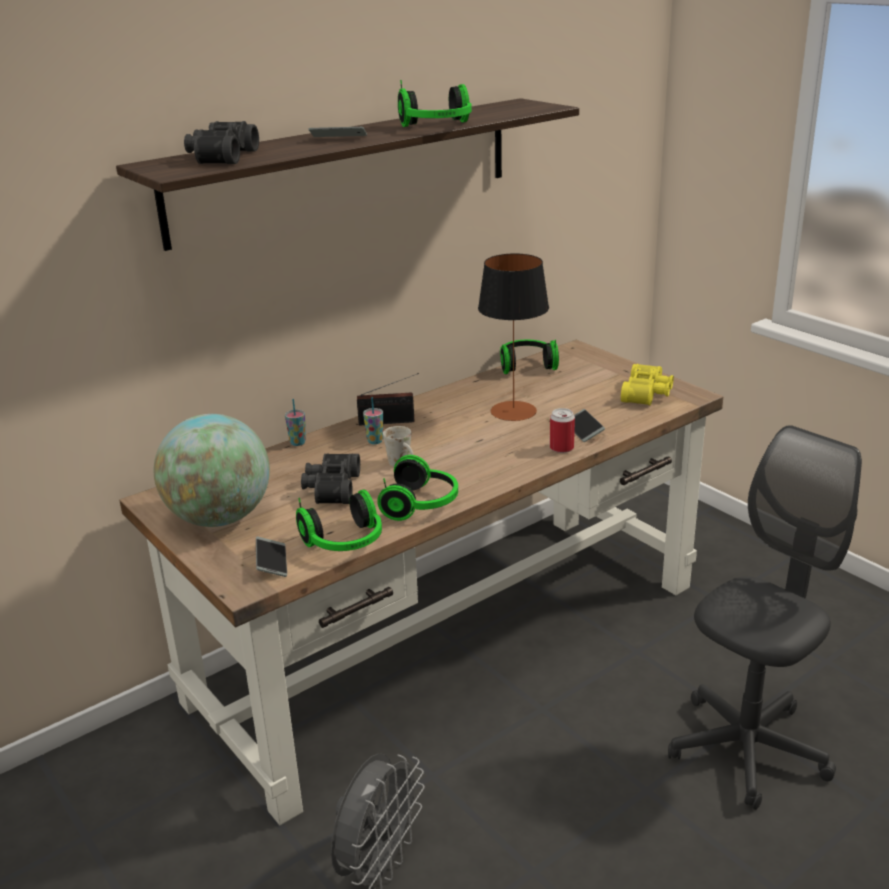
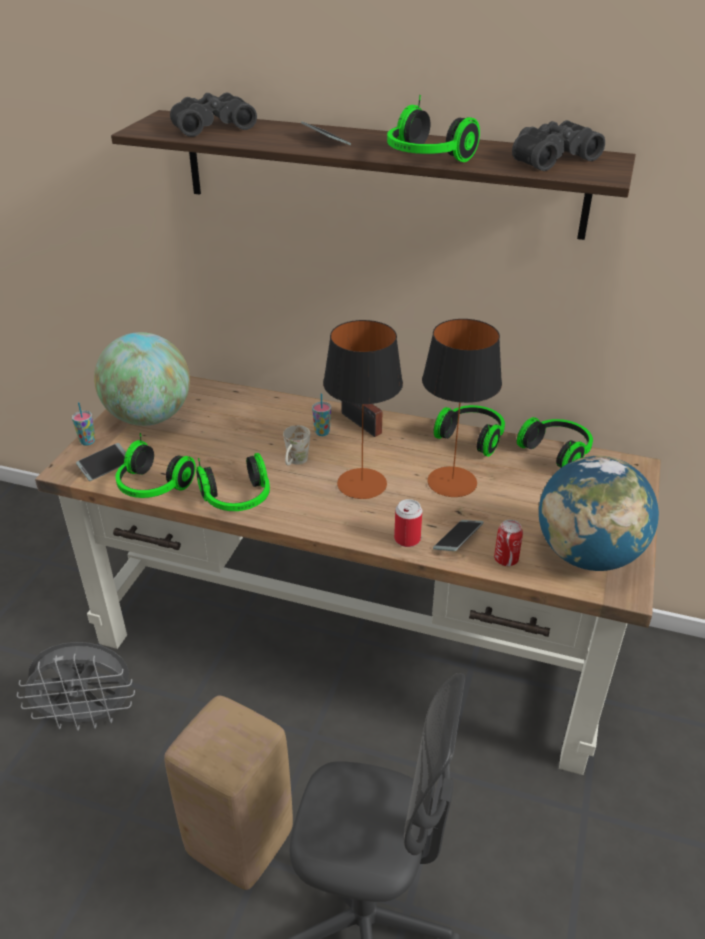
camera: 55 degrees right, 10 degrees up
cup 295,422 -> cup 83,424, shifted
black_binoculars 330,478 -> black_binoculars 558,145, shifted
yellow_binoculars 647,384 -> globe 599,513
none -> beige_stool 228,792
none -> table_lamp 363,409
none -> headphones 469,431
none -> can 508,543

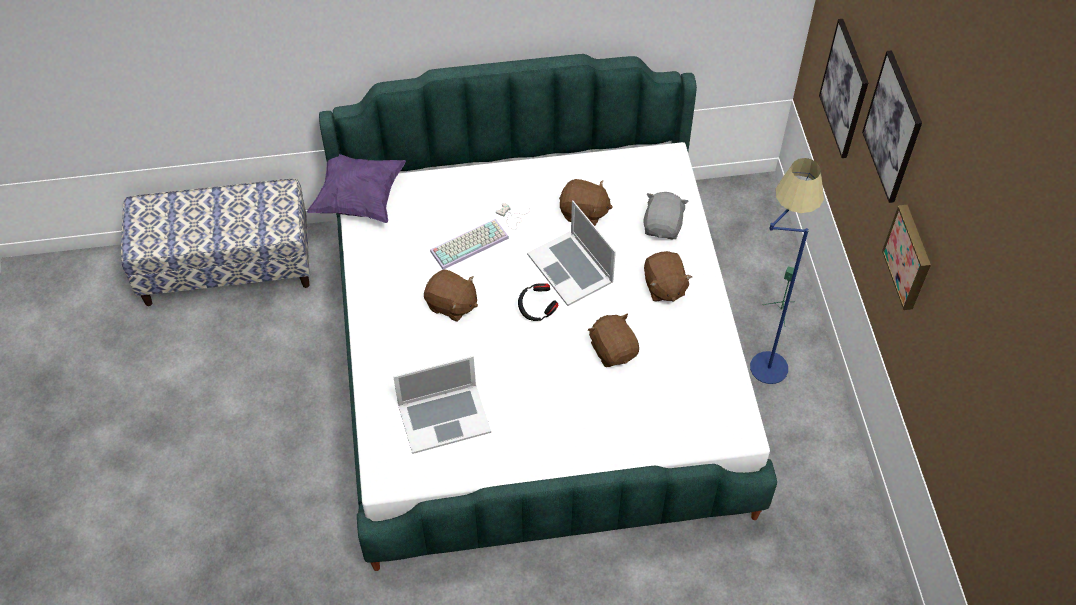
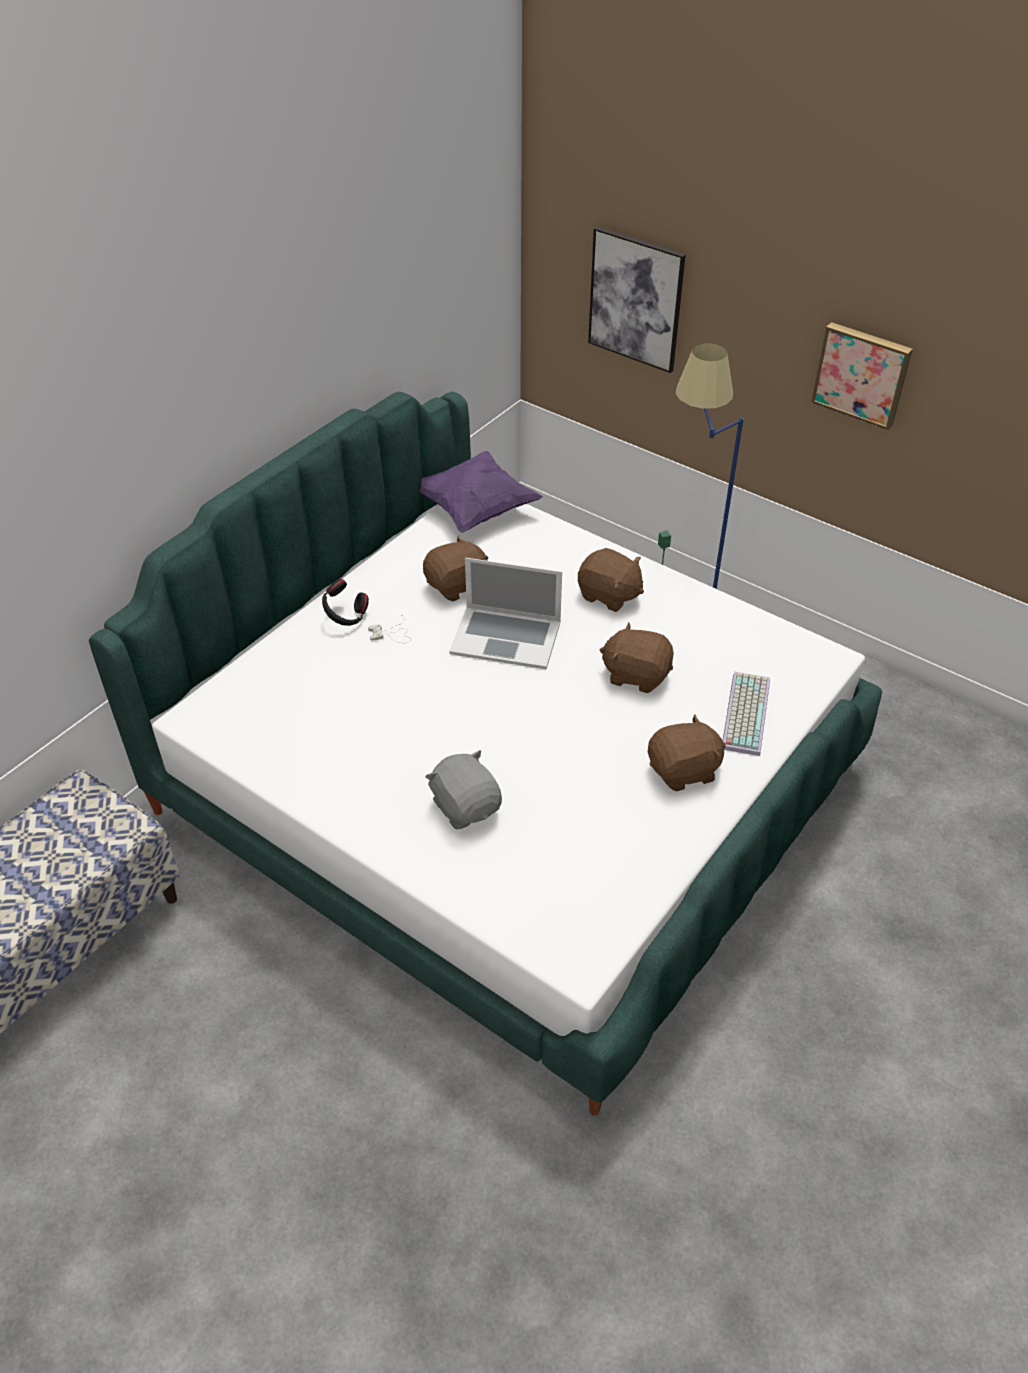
camera: 45 degrees left, 10 degrees down
purple_pillow 356,188 -> purple_pillow 481,492, shifted
laptop 442,405 -> none
brown_plush_toy 451,295 -> brown_plush_toy 687,752, shifted
keyboard 469,244 -> keyboard 746,714, shifted
black_headphones 538,302 -> black_headphones 345,602, shifted
grey_plush_toy 666,215 -> grey_plush_toy 463,789, shifted
picture 892,126 -> none

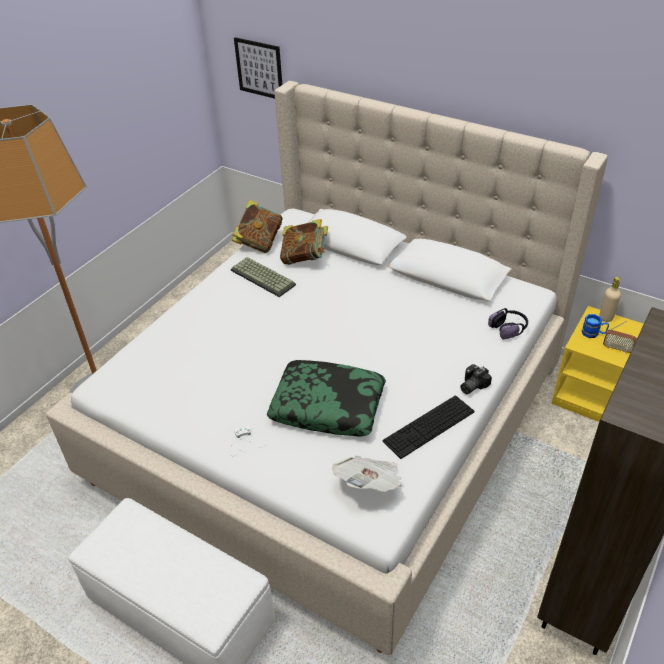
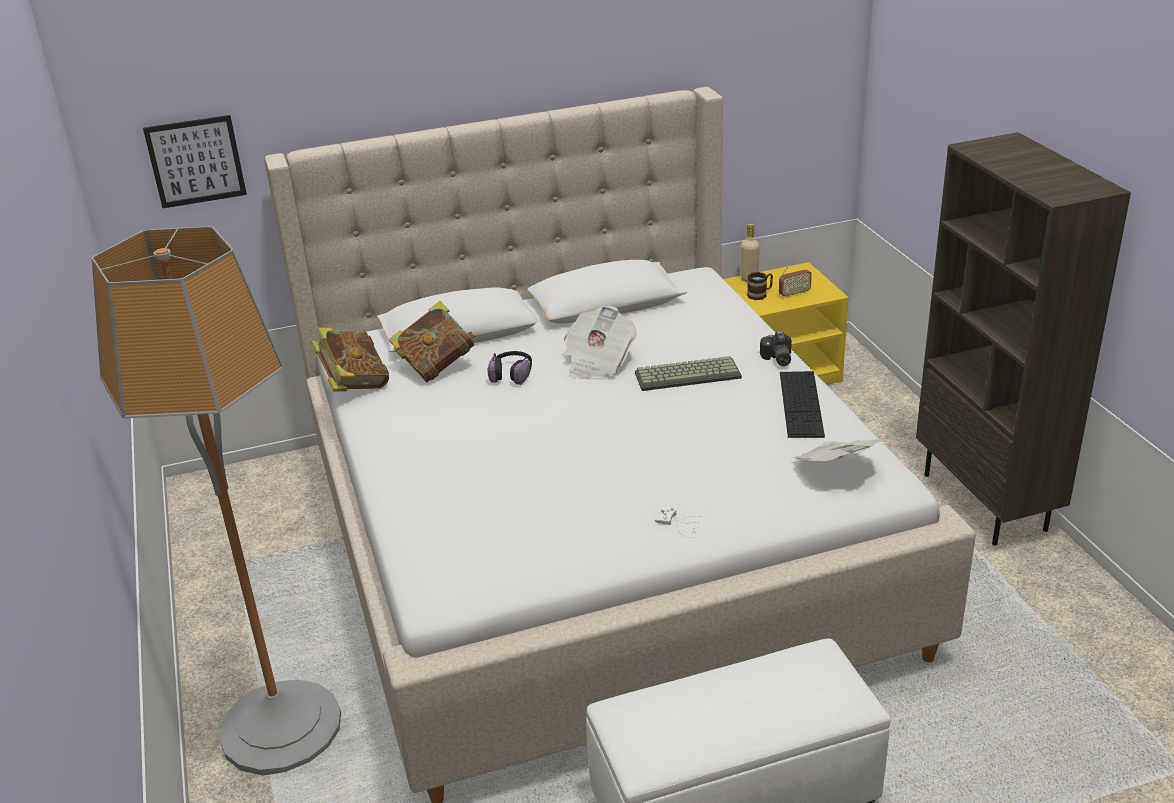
camera: 50 degrees left, 10 degrees down
keyboard 263,277 -> keyboard 688,373, shifted
pillow 326,398 -> none
headphones 508,324 -> headphones 509,368, shifted
blue_mug 595,326 -> brown_mug 760,286
none -> newspaper 600,342

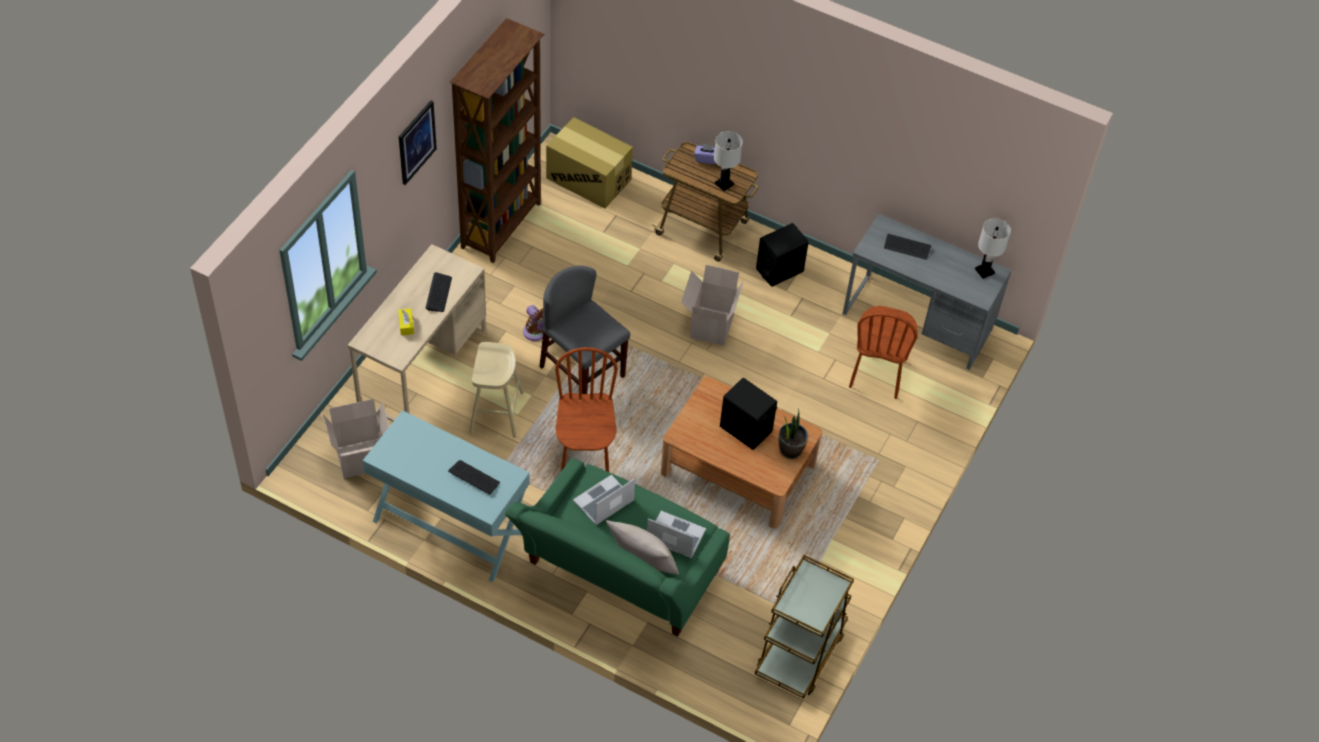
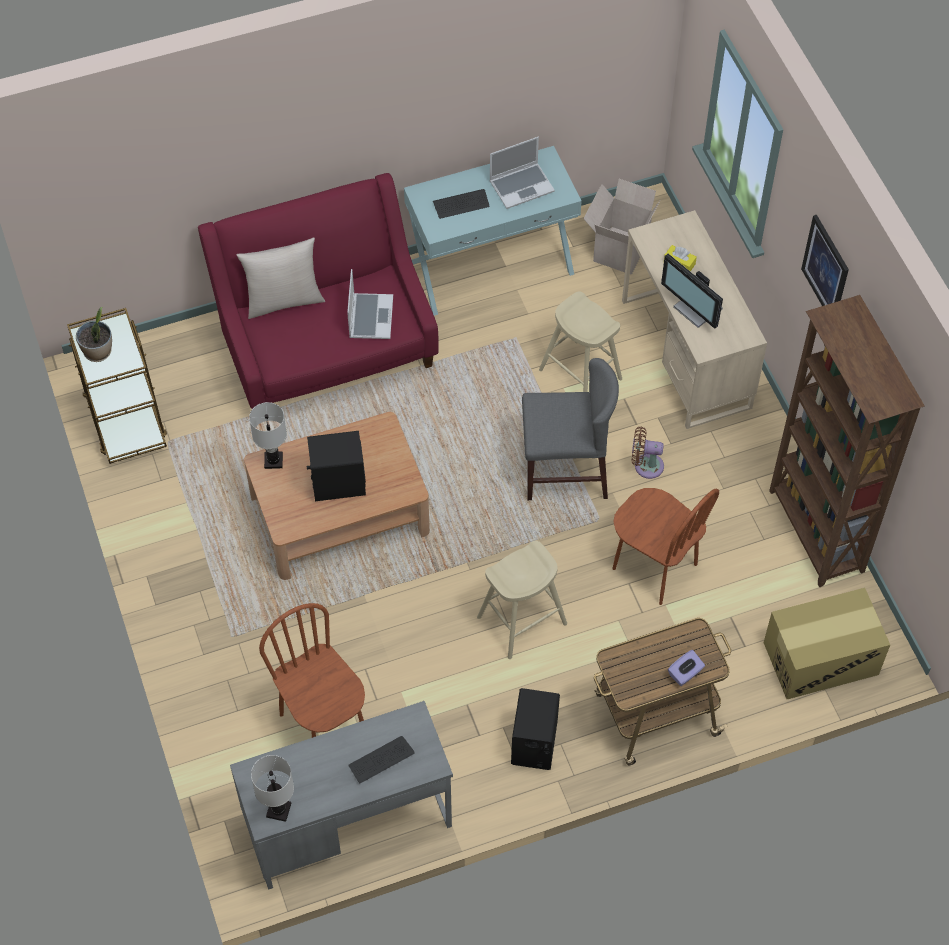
camera: 135 degrees right, 5 degrees up
keyboard 439,292 -> monitor 692,291
green_sofa 617,547 -> red_sofa 318,291
brown_chair 586,409 -> brown_chair 665,546, shifted
laptop 676,534 -> laptop 522,173, shifted
cardboard_box 712,305 -> beige_stool 522,600
white_table_lamp 728,161 -> white_table_lamp 268,435, shifted
potted_plant 793,434 -> potted_plant 94,334, shifted

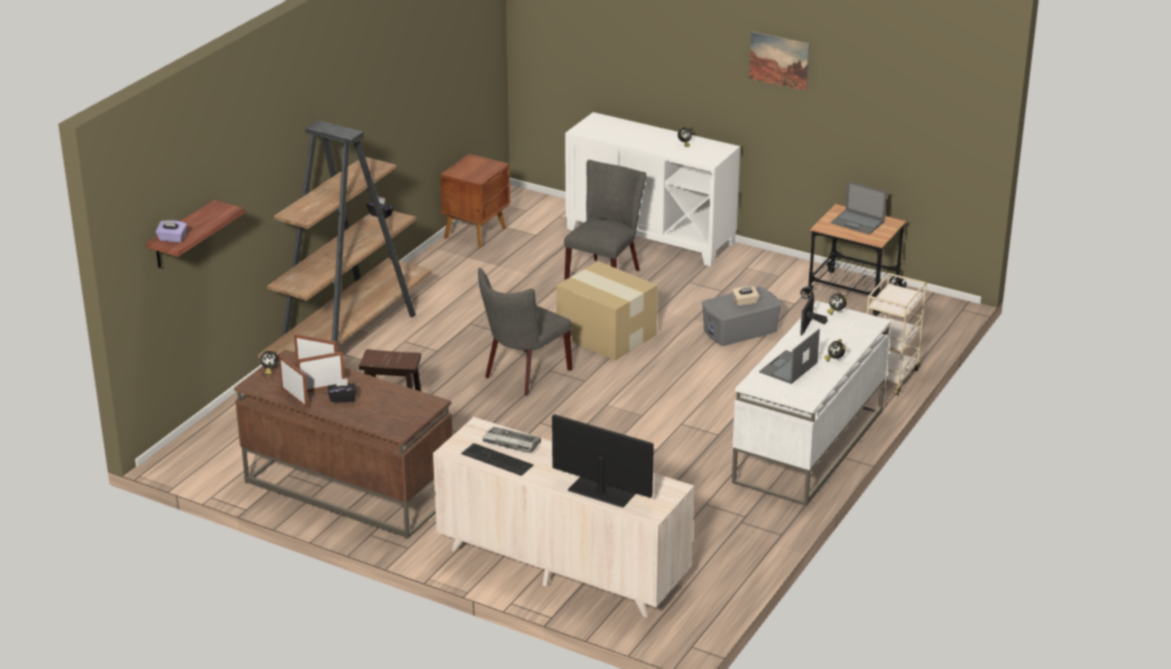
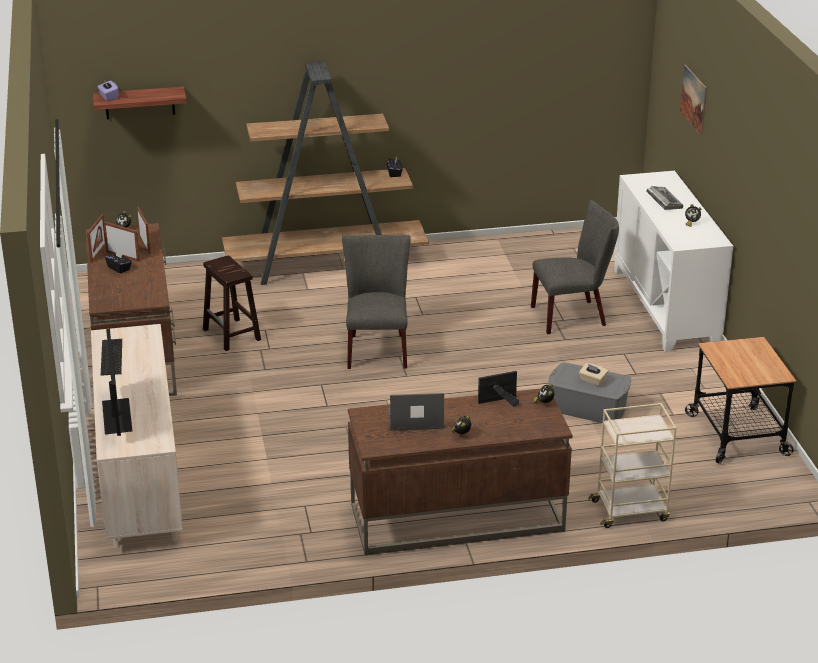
camera: 50 degrees right, 0 degrees up
brown_nightstand 475,201 -> none
grey_chair 525,332 -> grey_chair 376,302, 90 degrees clockwise
keyboard 512,440 -> keyboard 665,198, shifted
cardboard_box 607,311 -> none
white_desk 811,403 -> brown_desk 460,472
picture 779,61 -> picture 693,100, shifted
laptop 859,208 -> none

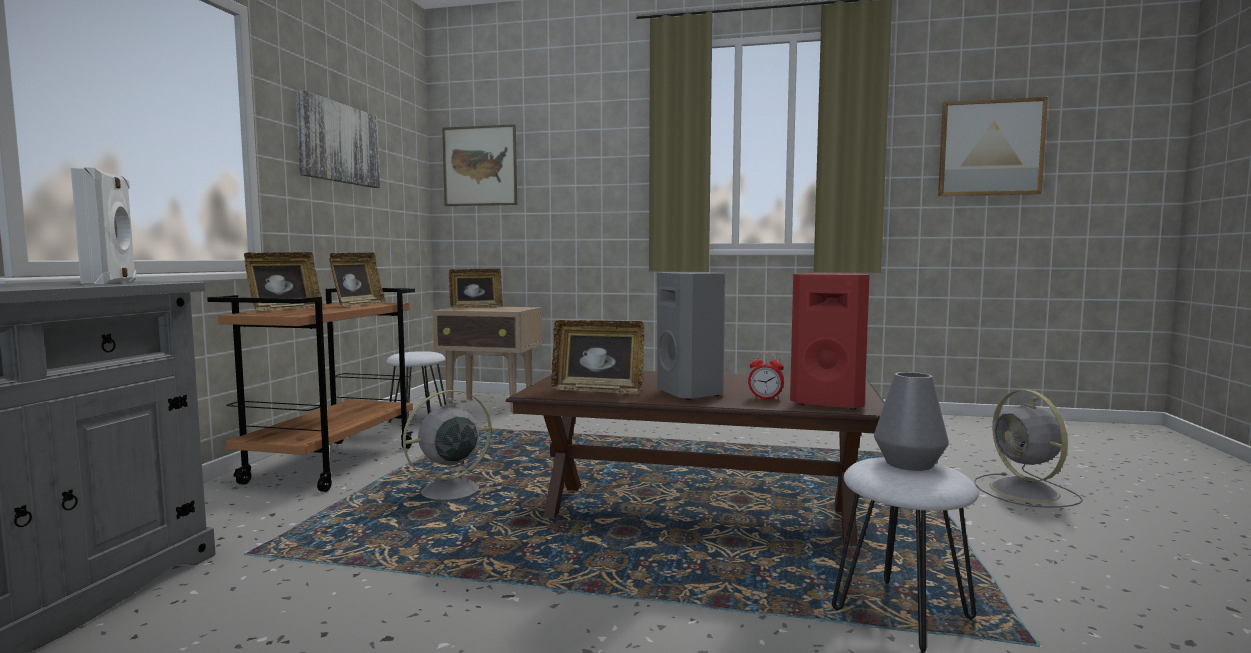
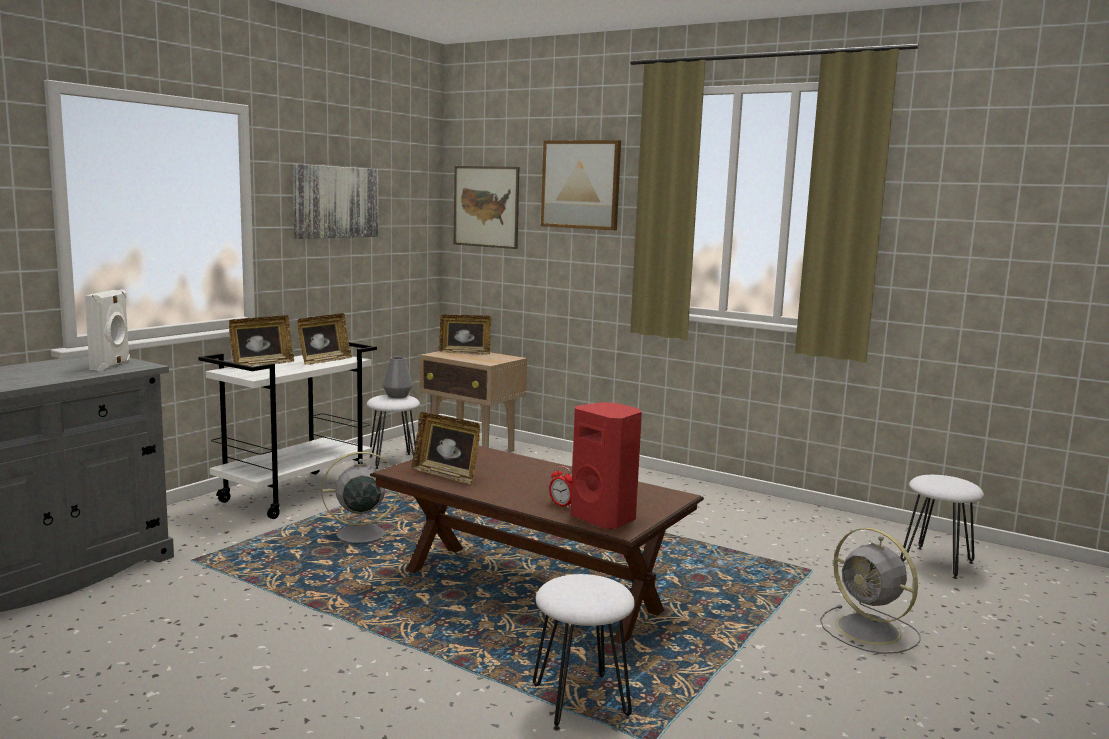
camera: 20 degrees right, 5 degrees up
brown_cart 311,390 -> white_cart 287,430
grey_speaker 691,336 -> none
grey_vase 911,421 -> grey_vase 398,377, shifted
picture 993,146 -> picture 581,185, shifted
grey_fan 1028,449 -> grey_fan 870,591, 45 degrees counterclockwise
none -> white_stool 942,527

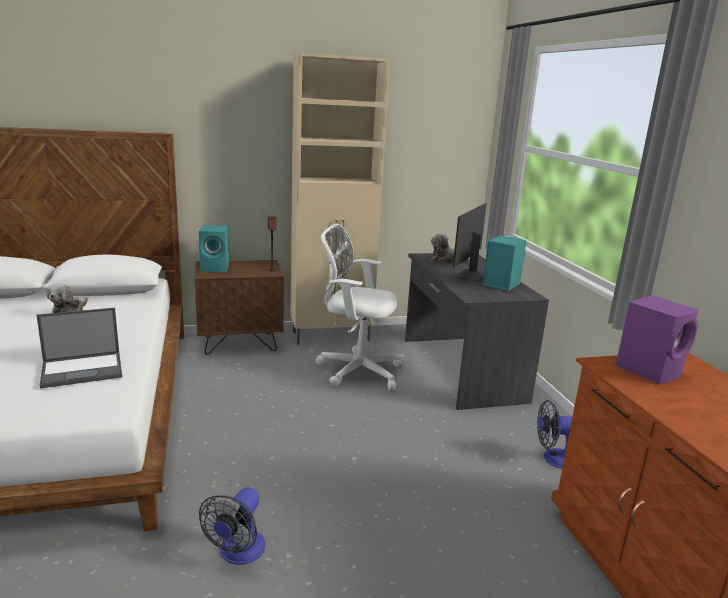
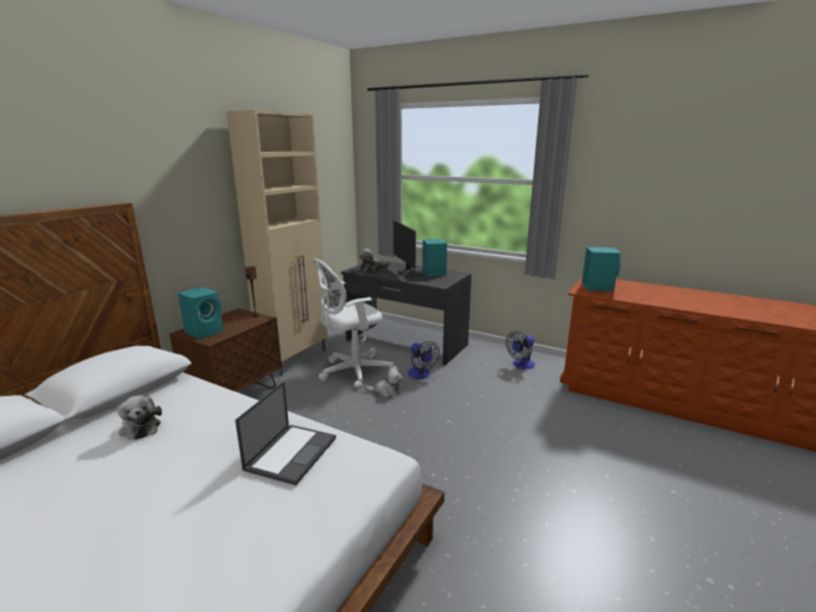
camera: 45 degrees left, 0 degrees up
fan 232,526 -> fan 424,360, shifted
purple_speaker 657,340 -> turquoise_speaker 601,269
none -> plush_toy 384,383

